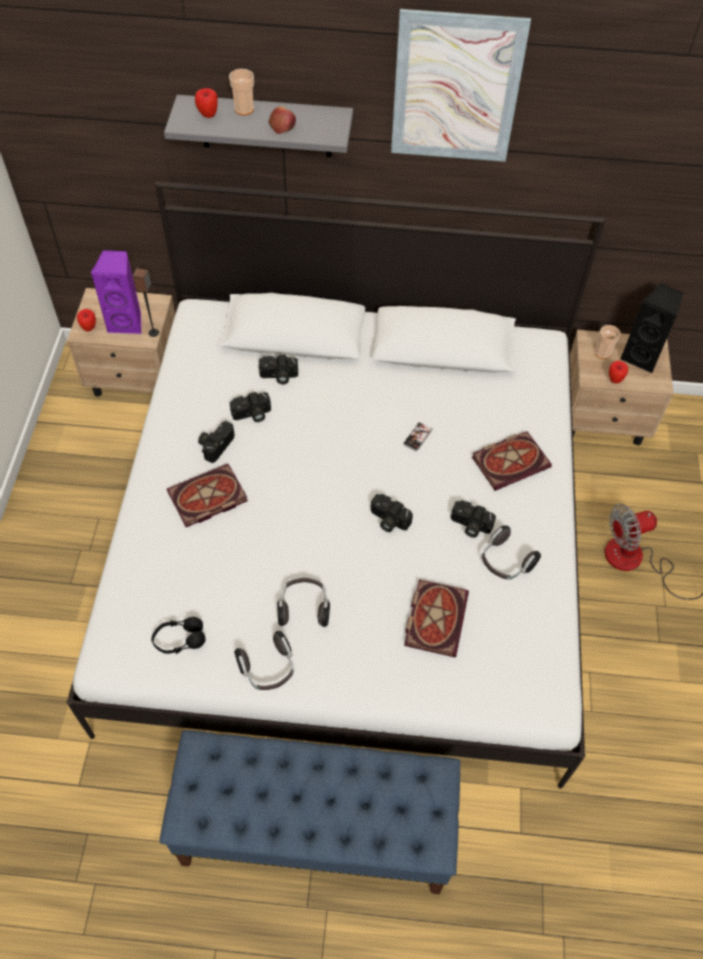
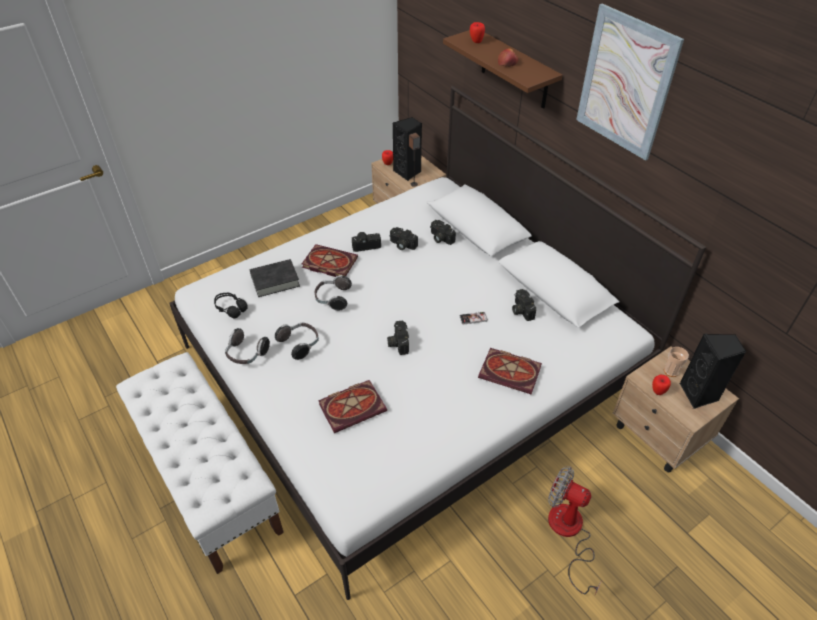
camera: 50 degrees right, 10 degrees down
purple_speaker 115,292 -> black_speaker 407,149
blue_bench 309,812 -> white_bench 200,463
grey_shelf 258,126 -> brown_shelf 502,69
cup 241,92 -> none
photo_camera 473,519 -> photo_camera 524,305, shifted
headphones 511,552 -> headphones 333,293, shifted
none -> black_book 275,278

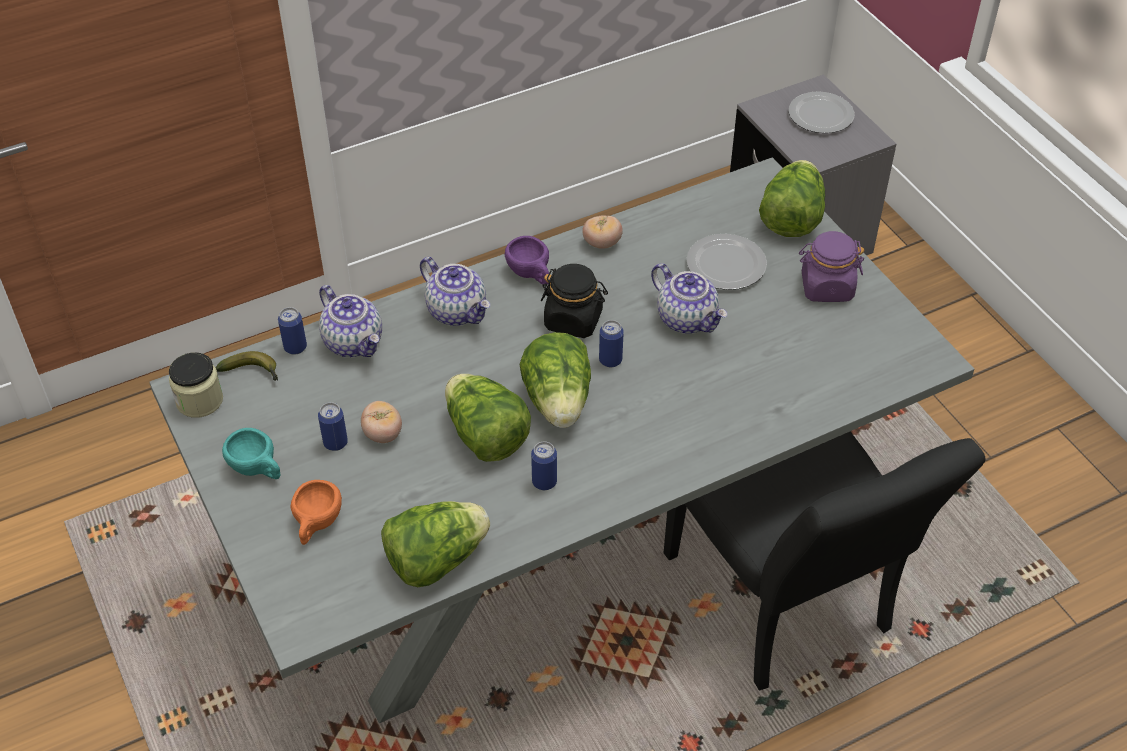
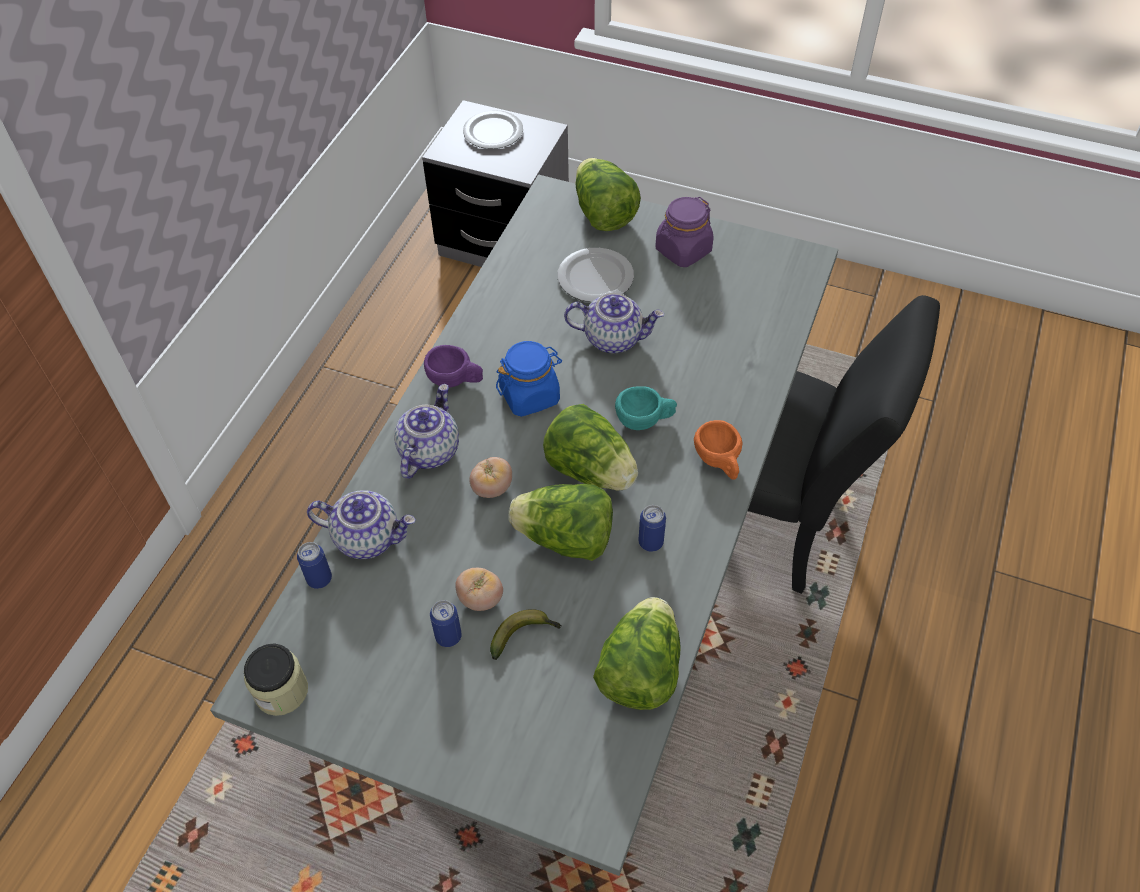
camera: 40 degrees left, 5 degrees up
banana 247,366 -> banana 526,634, shifted
turquoise_cup 251,453 -> turquoise_cup 646,408, shifted
orange_cup 316,512 -> orange_cup 718,450, shifted
teapot 455,291 -> teapot 426,431, 75 degrees counterclockwise
black_jar 574,301 -> blue_jar 529,379
tomato 602,232 -> tomato 490,477, shifted
can 611,344 -> none

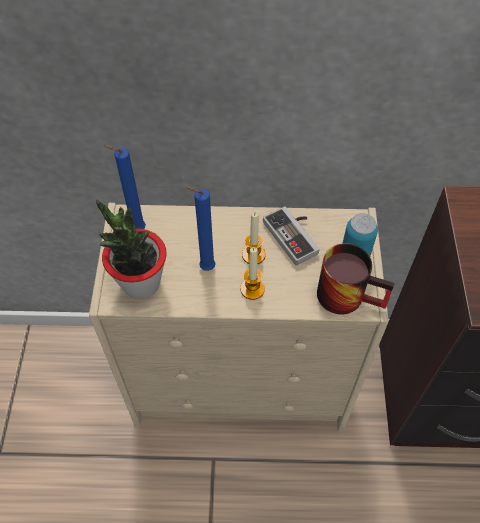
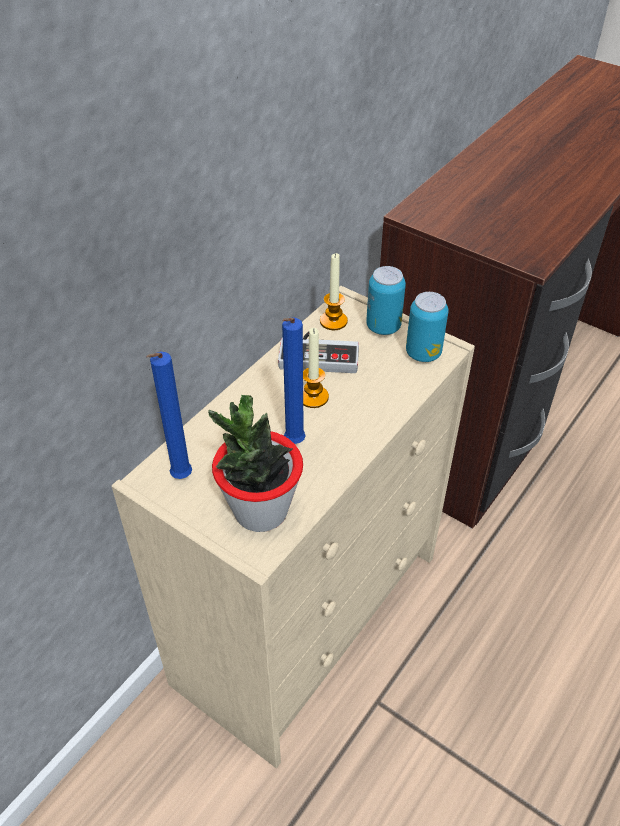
camera: 55 degrees left, 10 degrees down
candle 252,273 -> candle 334,291, shifted
mug 356,278 -> can 427,327

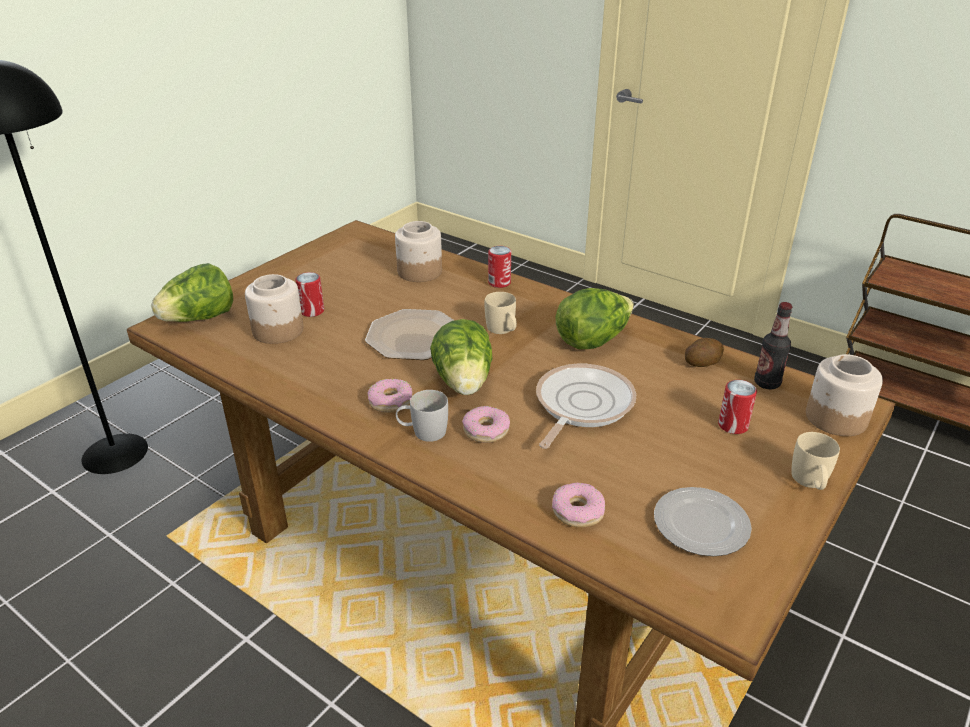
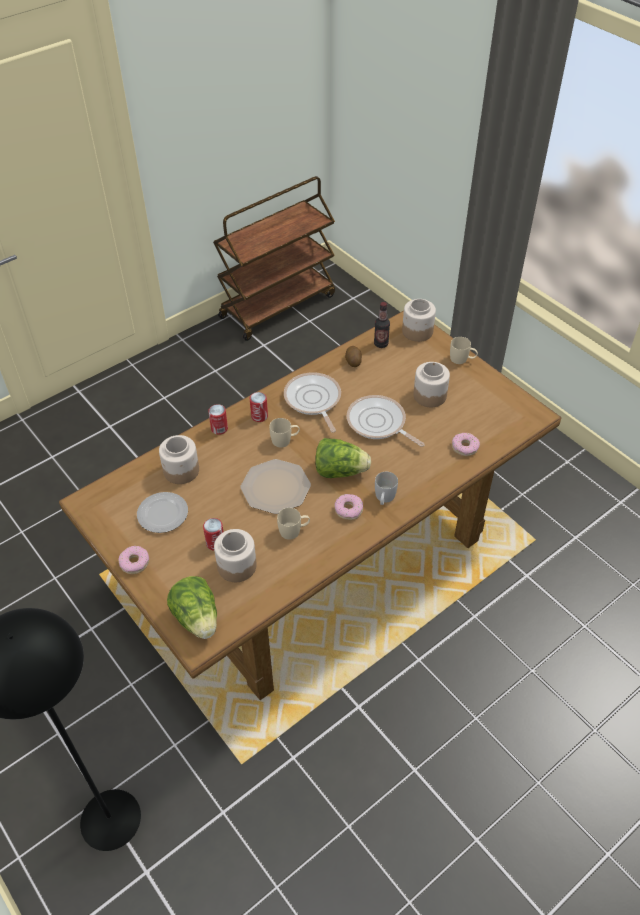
camera: 75 degrees left, 15 degrees up
donut 486,424 -> donut 133,560, shifted
lettuce 594,318 -> frying_pan 312,402
plate 703,521 -> plate 162,512, shifted
can 737,407 -> can 259,407, shifted
none -> beige_mug 293,524
none -> jar 431,384

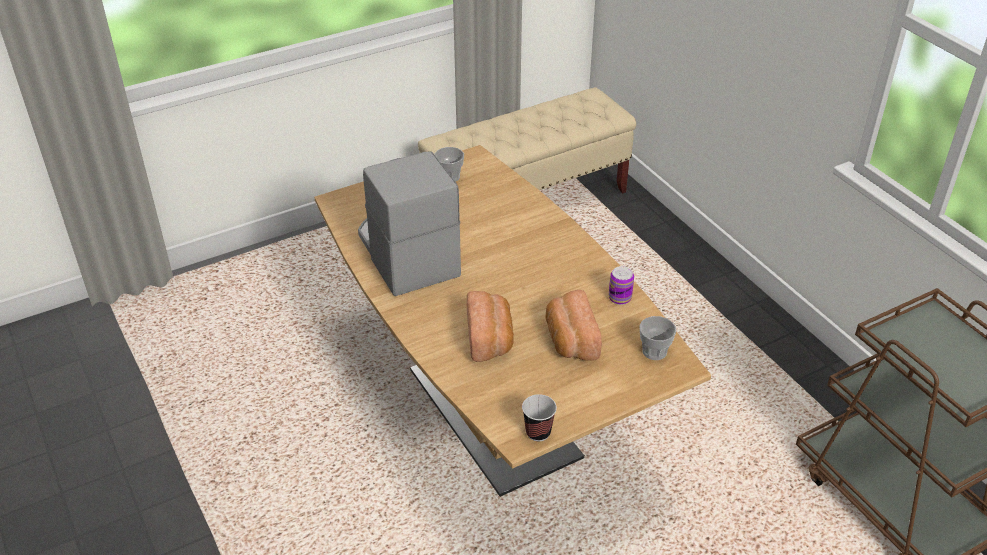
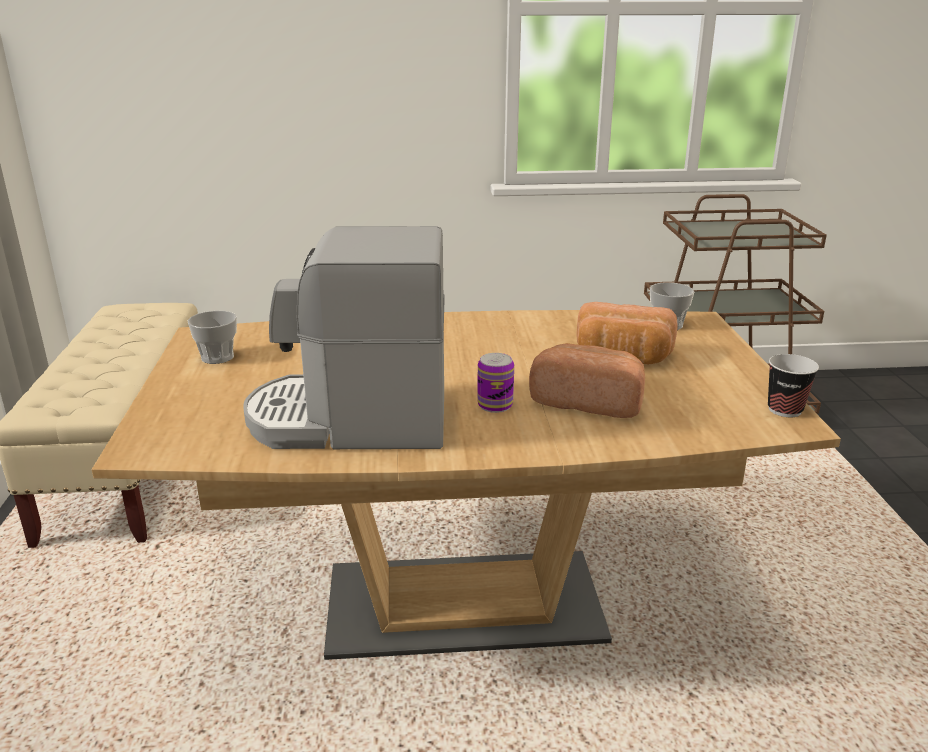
camera: 65 degrees left, 15 degrees down
can 621,285 -> can 495,383, shifted

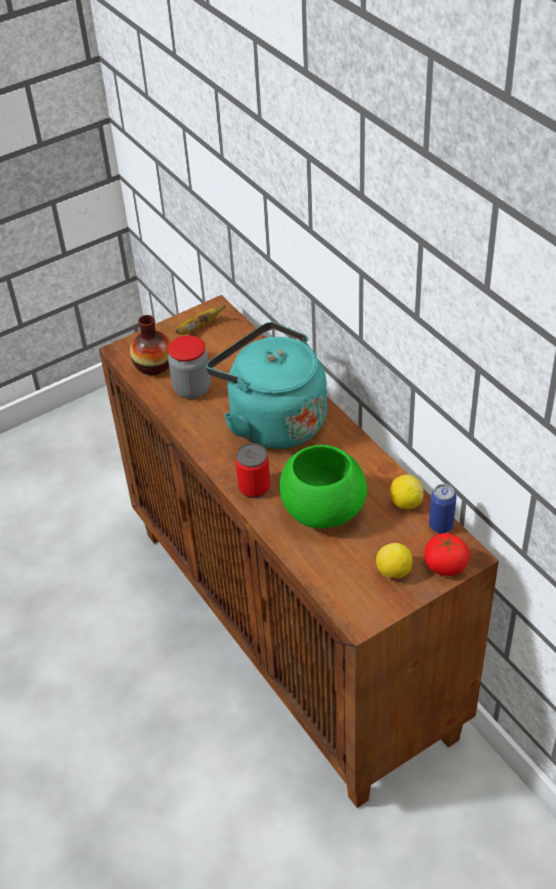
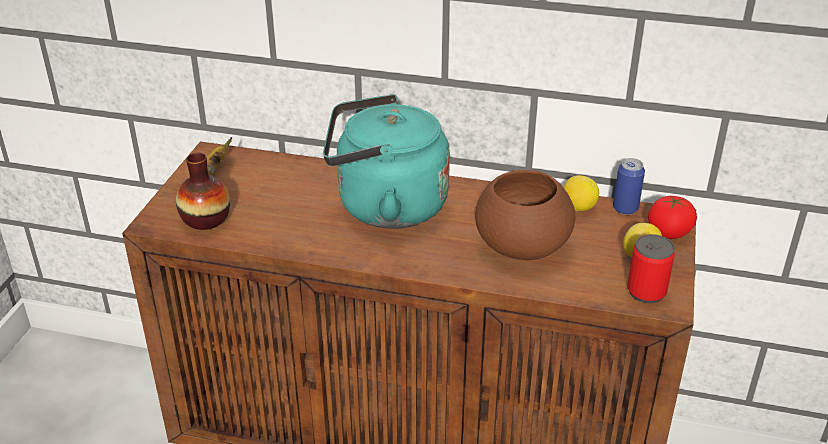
camera: 45 degrees left, 10 degrees down
jar 189,367 -> none
can 252,470 -> can 651,268, shifted
green_bowl 323,486 -> brown_bowl 525,215

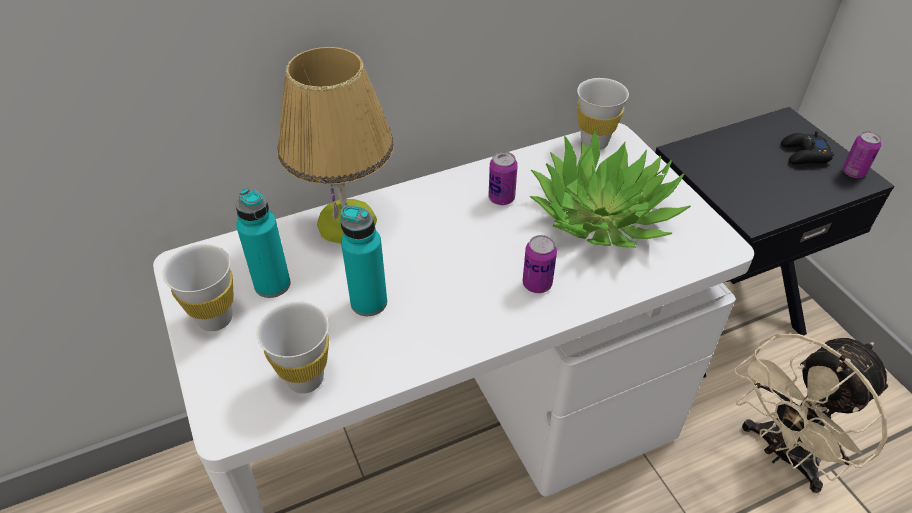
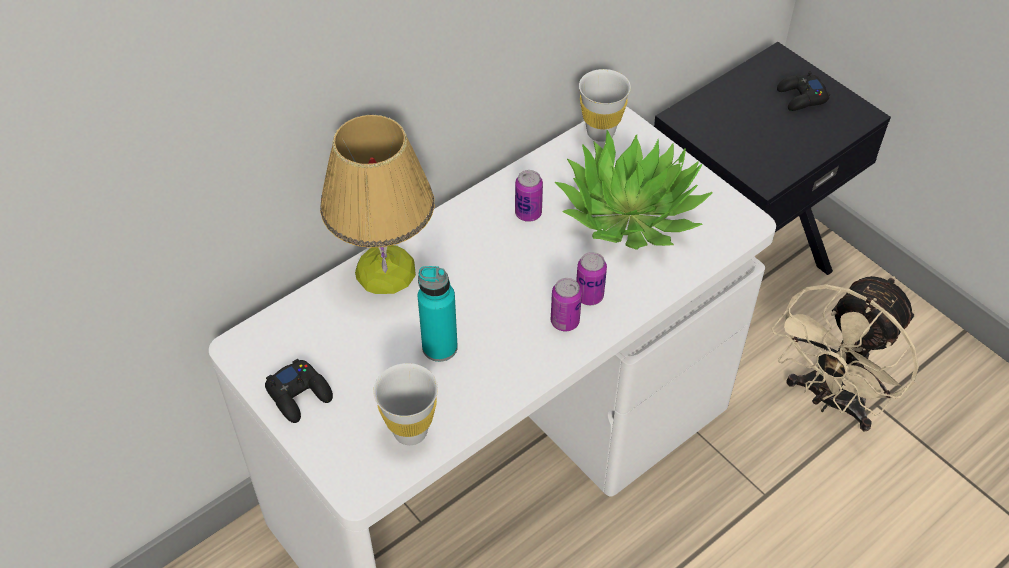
camera: 15 degrees left, 5 degrees up
white_cup 198,287 -> black_game_controller 299,391
turquoise_bottle 263,243 -> none
can 862,154 -> can 566,304, shifted

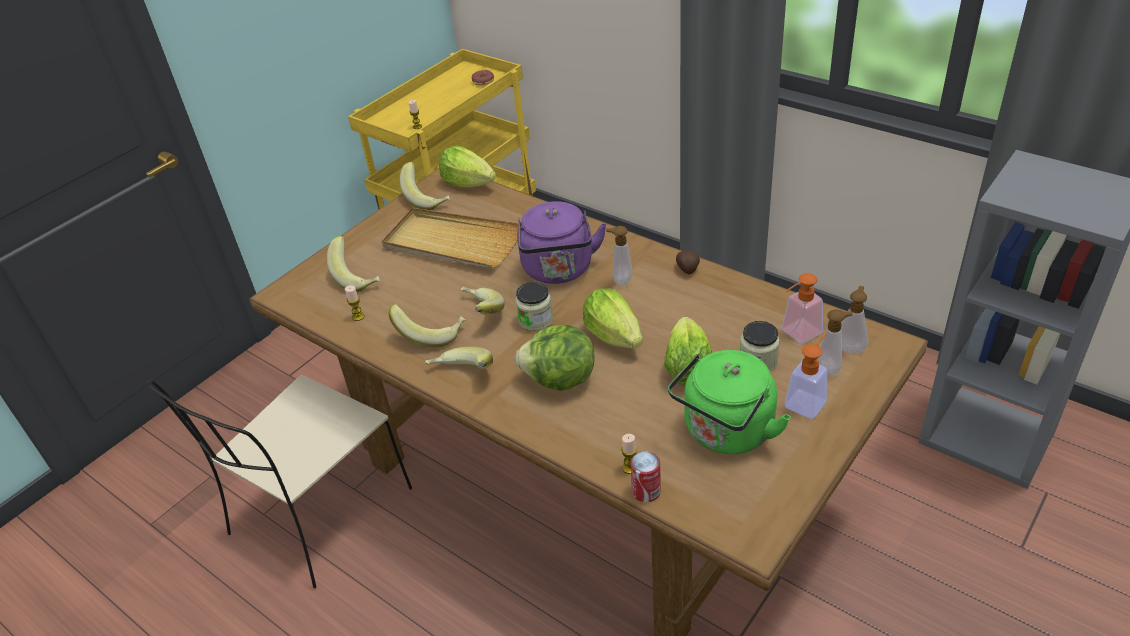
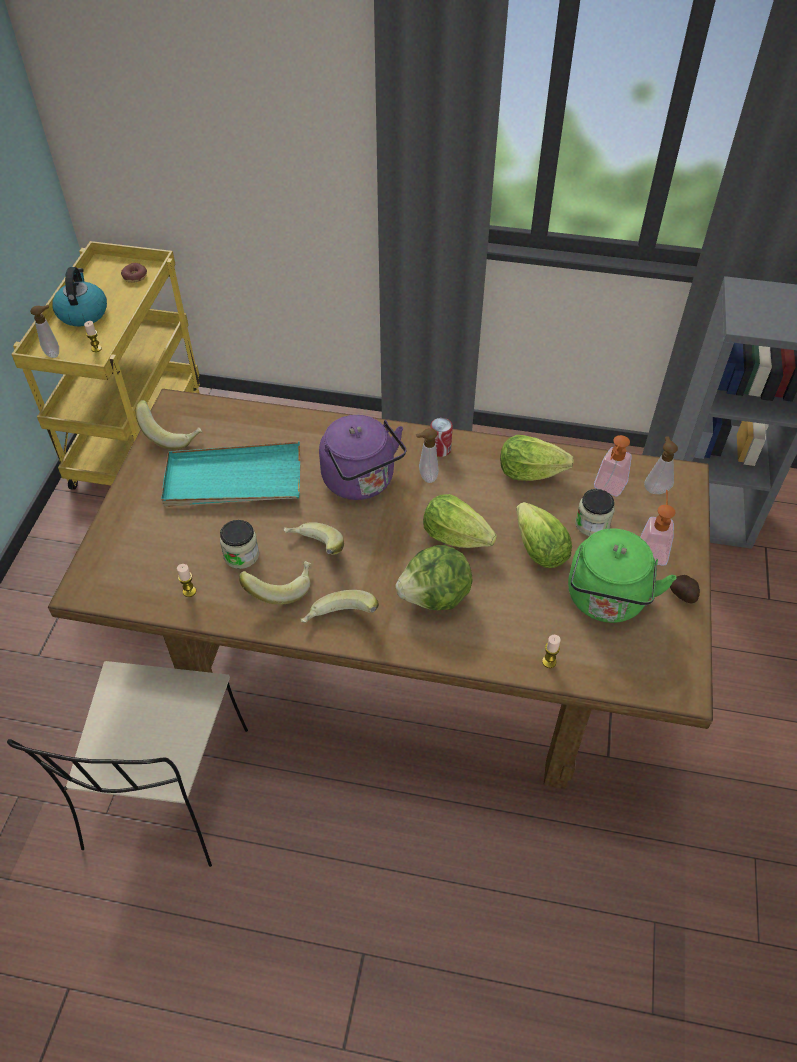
camera: 30 degrees left, 10 degrees up
banana 353,264 -> none
beige_tray 450,238 -> turquoise_tray 230,474
lettuce 467,166 -> lettuce 537,458, shifted
jar 534,306 -> jar 239,544, shifted
can 646,476 -> can 441,437, shifted
potato 688,262 -> potato 685,589, shifted
soap_dispenser 835,342 -> soap_dispenser 44,331, shifted
none -> kettle 79,296

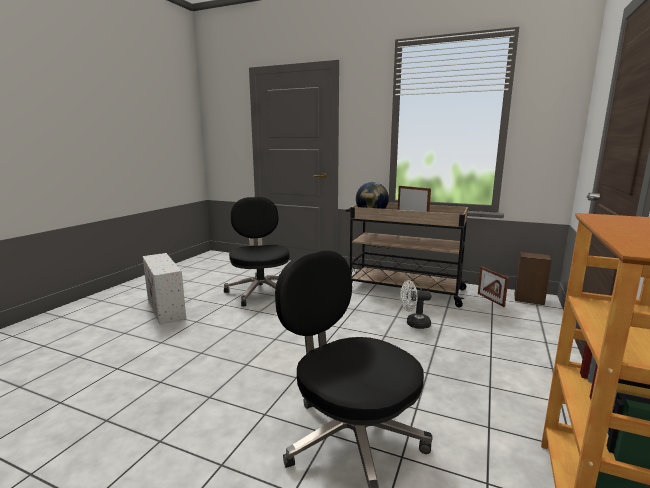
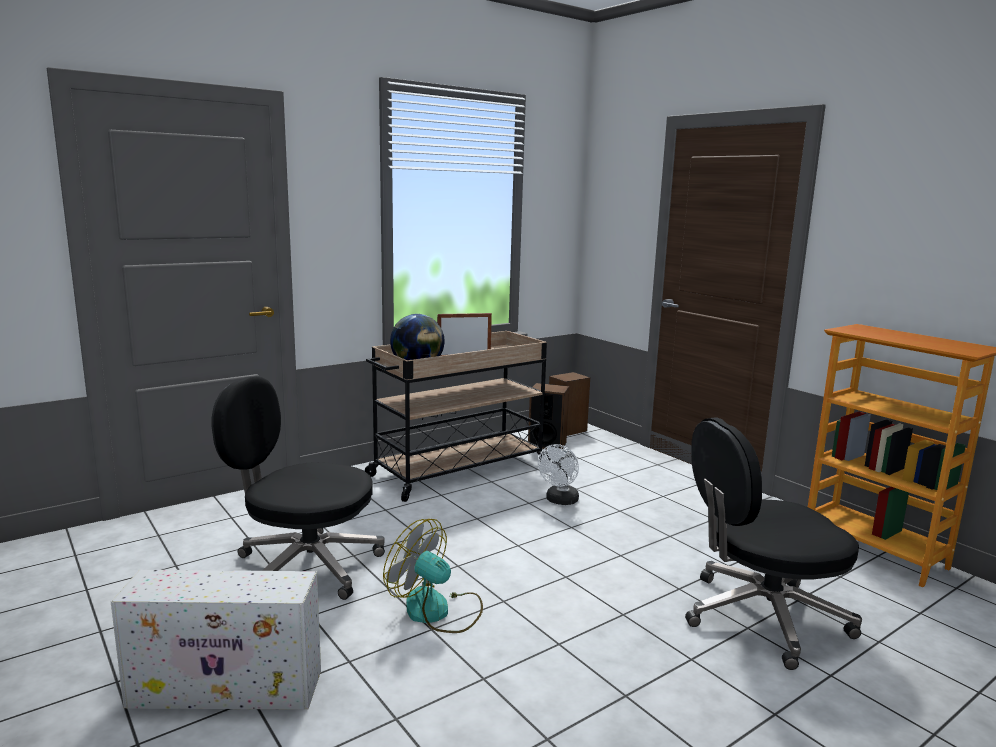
camera: 60 degrees left, 0 degrees up
picture_frame 493,286 -> speaker 548,416
none -> fan 433,576

